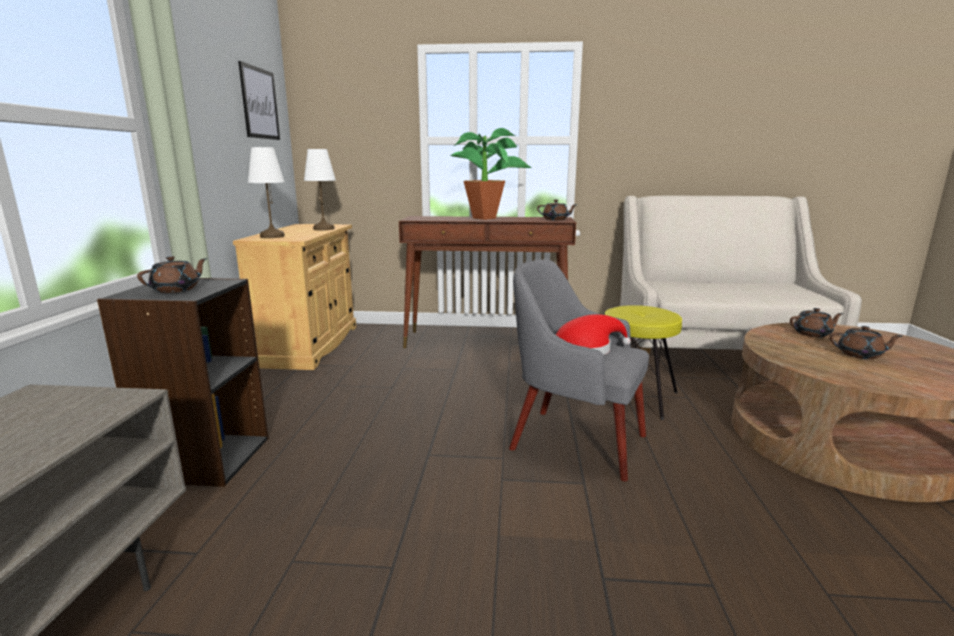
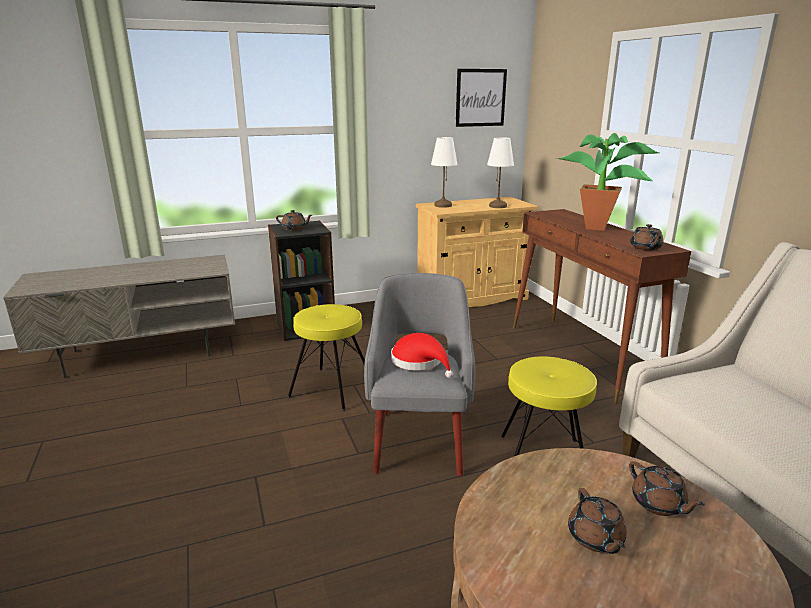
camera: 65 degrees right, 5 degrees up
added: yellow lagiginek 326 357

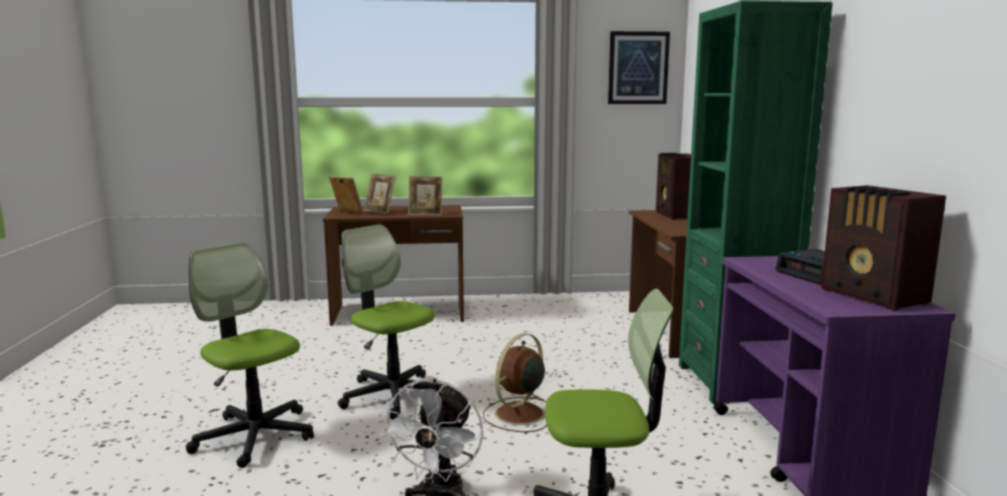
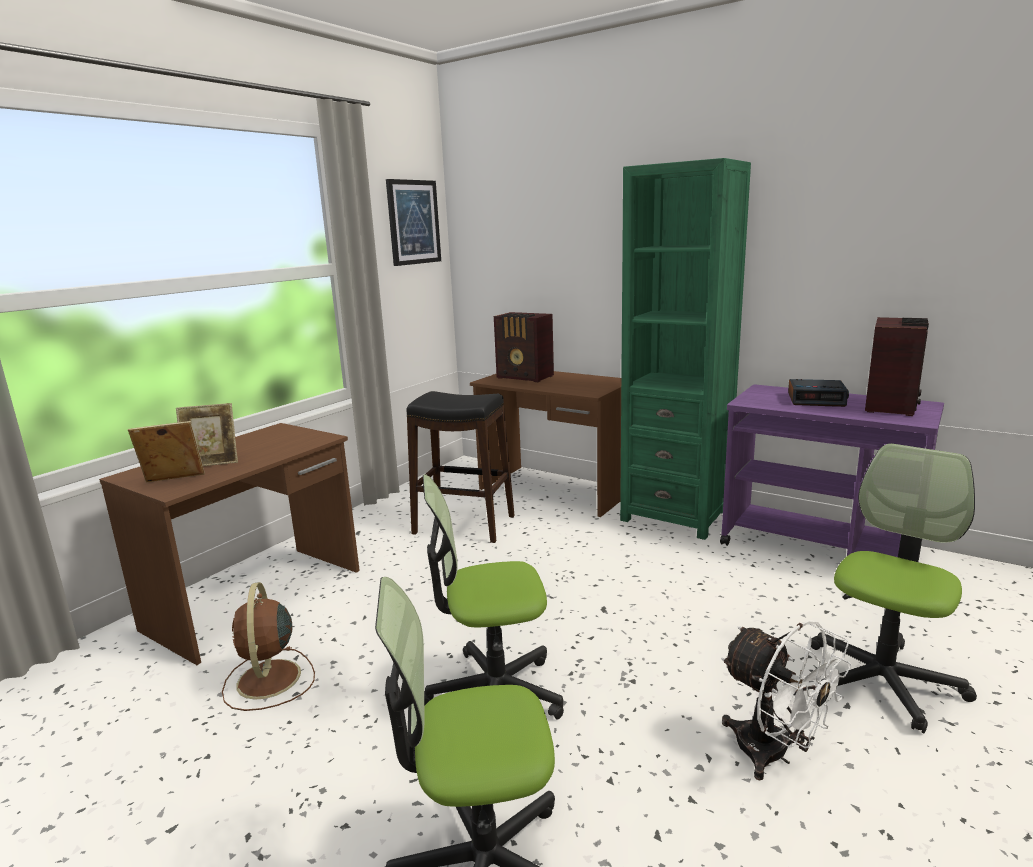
camera: 50 degrees left, 5 degrees up
removed: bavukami 425 196
added: black lagiginek 460 467
moved: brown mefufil 515 382 to 268 646
turned: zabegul 883 248 = 897 366 75 degrees counterclockwise

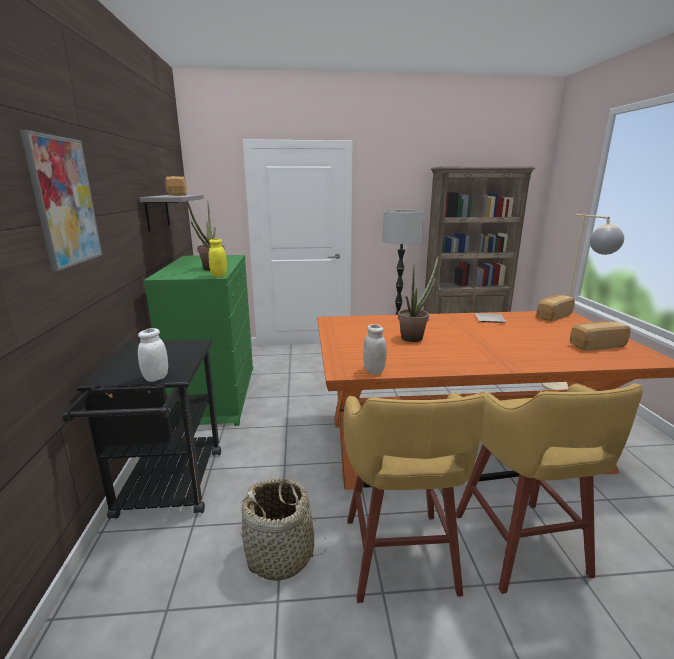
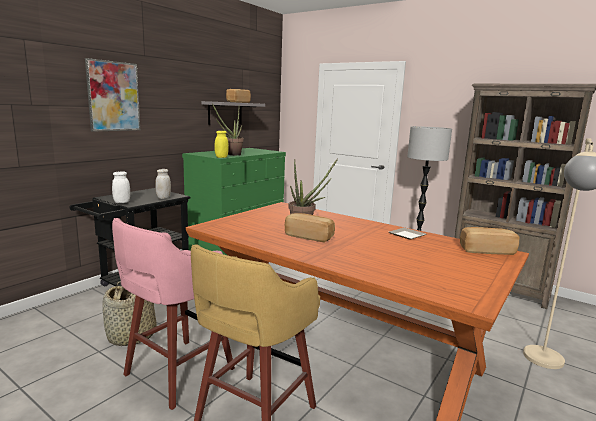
camera: 40 degrees right, 5 degrees down
moved: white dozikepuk 375 349 to 163 184; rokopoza 600 336 to 310 227
recoloured: yellow lagiginek 414 497 to pink lagiginek 173 314

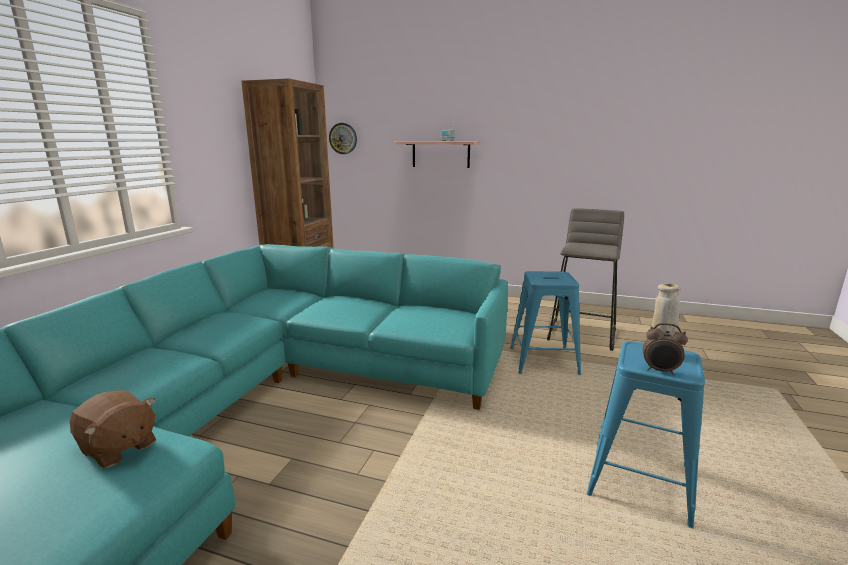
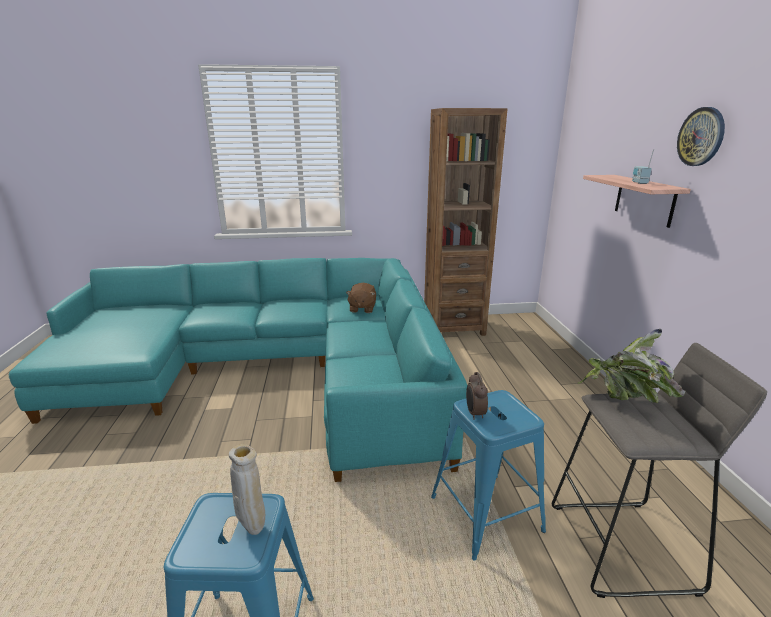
camera: 65 degrees right, 5 degrees up
added: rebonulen 631 366
moved: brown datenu 113 429 to 361 298; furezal 343 138 to 701 136; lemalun 665 349 to 477 396

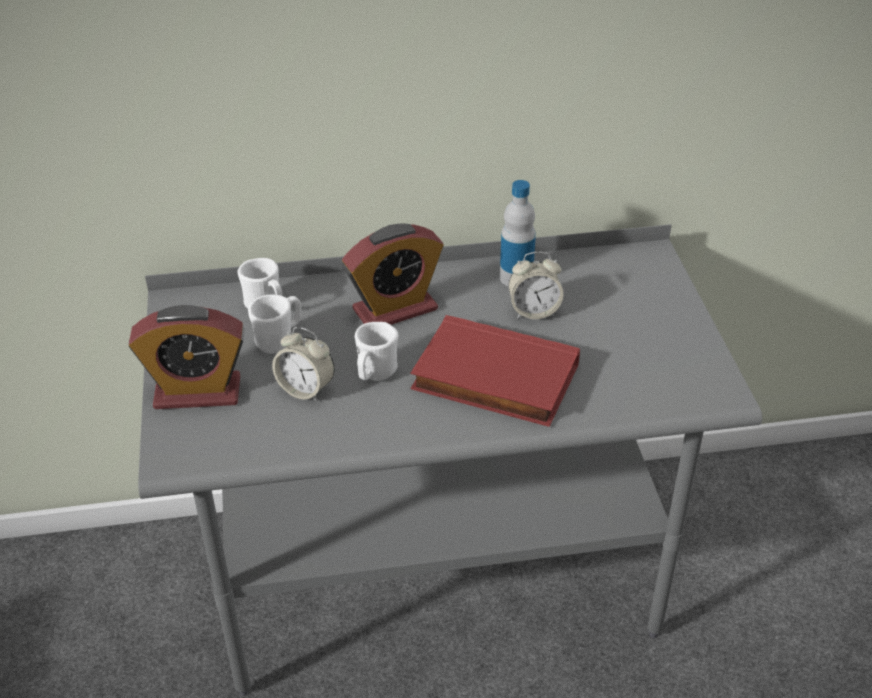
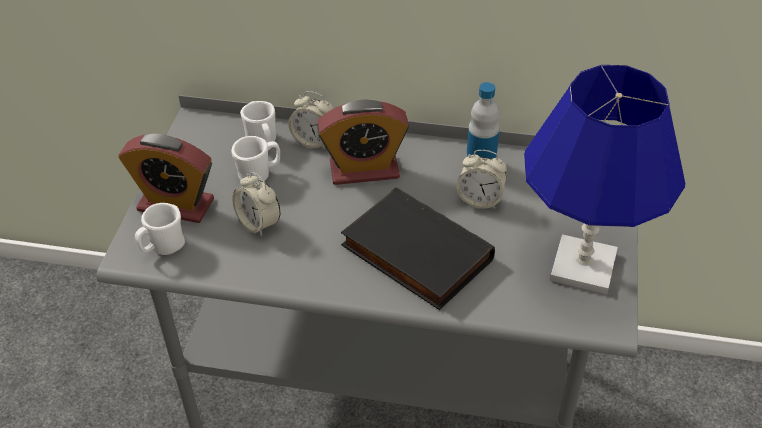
camera: 20 degrees right, 5 degrees up
added: lemalun 311 120; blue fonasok 604 179
moved: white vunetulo 376 351 to 160 229
recoloured: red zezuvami 495 371 to black zezuvami 418 248

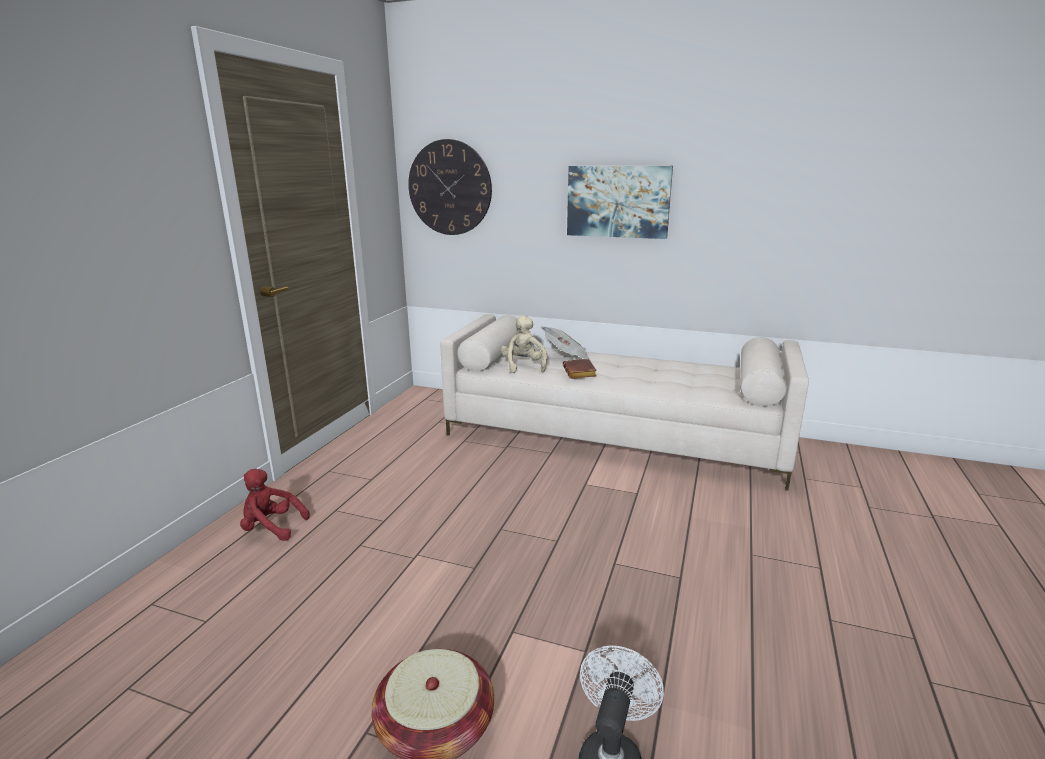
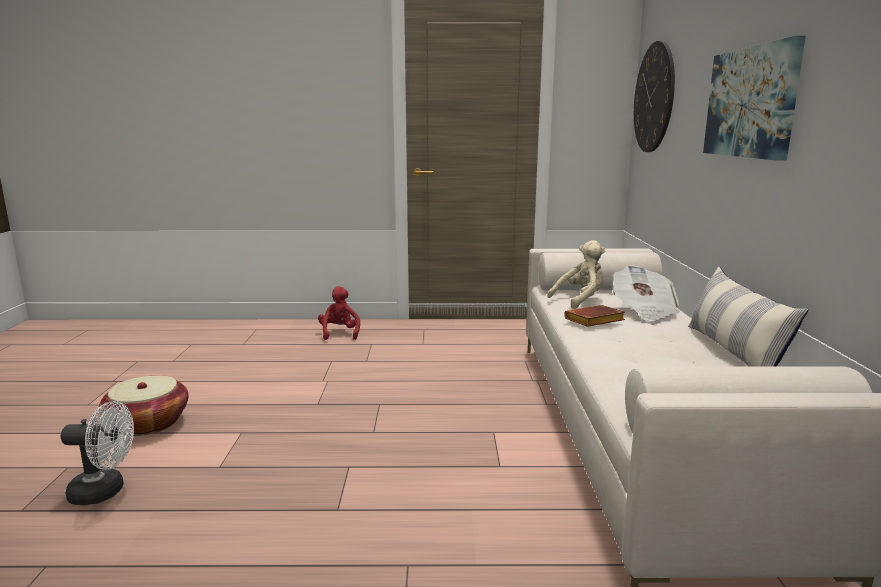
camera: 70 degrees right, 5 degrees down
added: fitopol 748 317

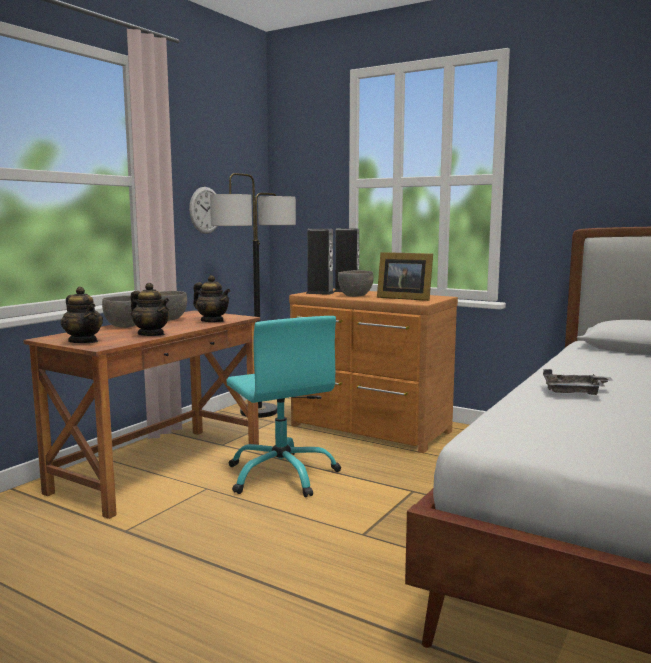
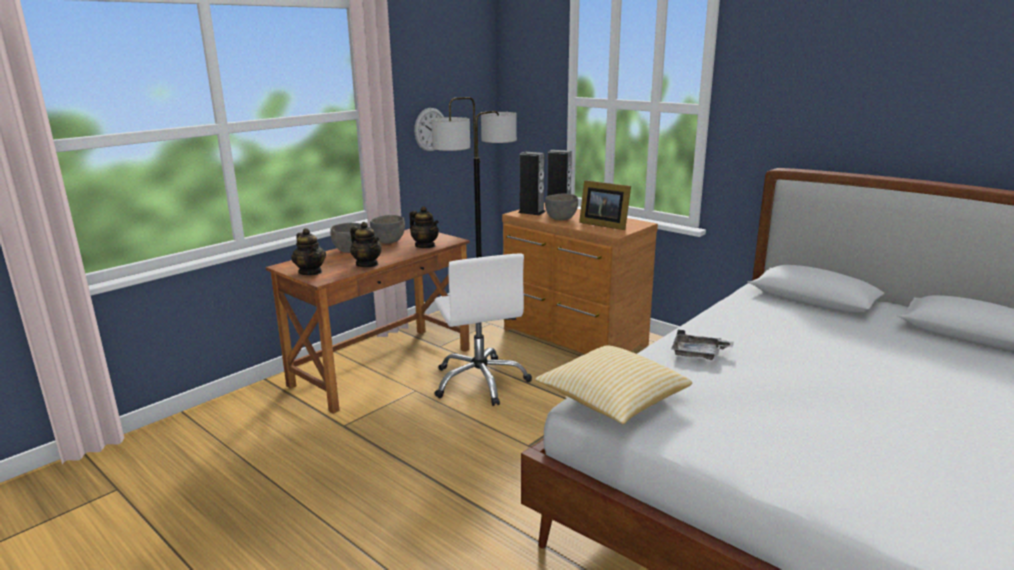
camera: 10 degrees right, 10 degrees up
added: fitopol 613 384
recoloured: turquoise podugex 283 407 to white podugex 483 329

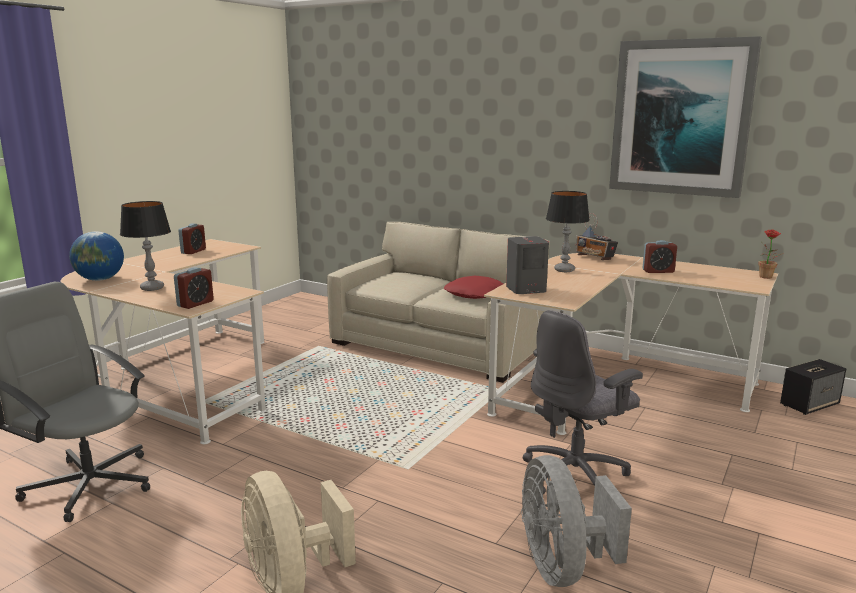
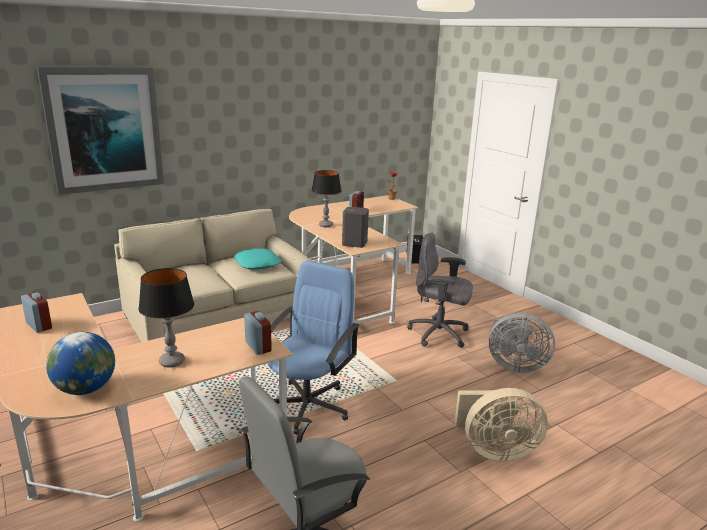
camera: 65 degrees left, 5 degrees up
removed: zabegul 597 236
added: blue podugex 313 347
moved: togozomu 685 117 to 100 131
recoloured: red fitopol 473 287 to turquoise fitopol 257 259
turned: grey podugex 583 402 = 440 290 120 degrees clockwise

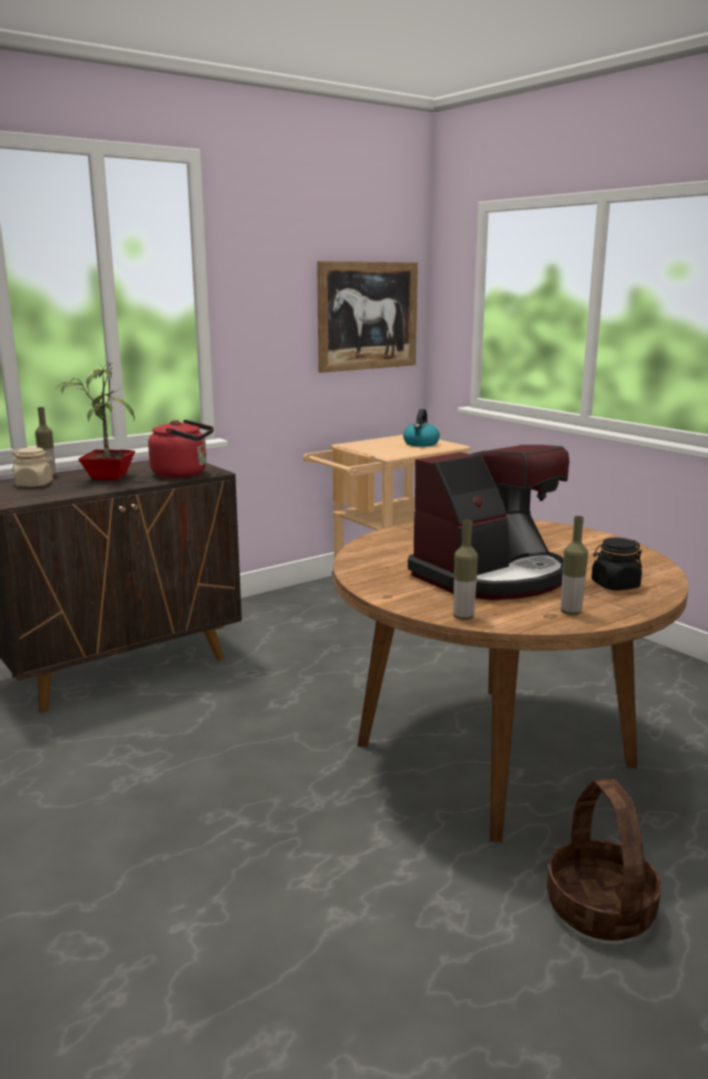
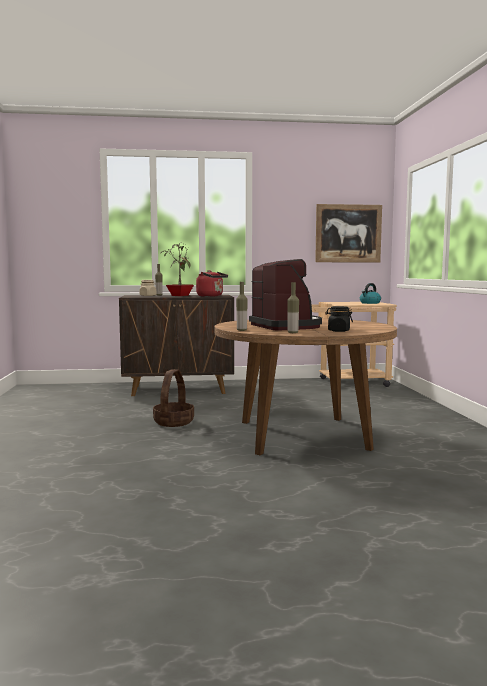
camera: 30 degrees right, 10 degrees down
moved: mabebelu 604 860 to 173 398
turned: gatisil 488 522 = 285 295 105 degrees counterclockwise

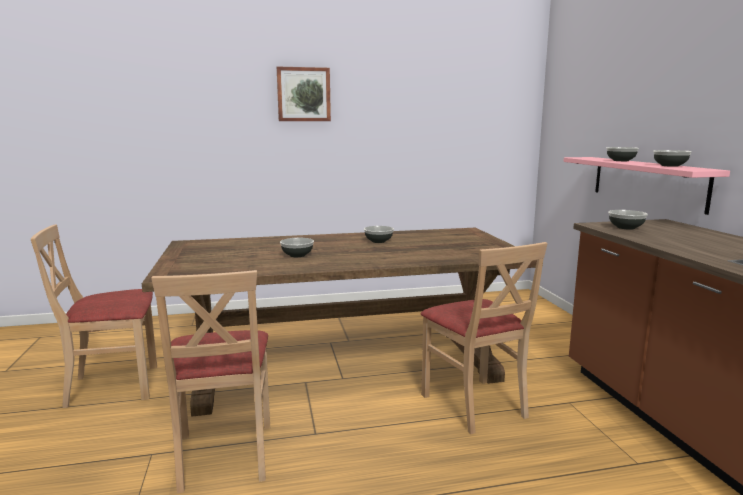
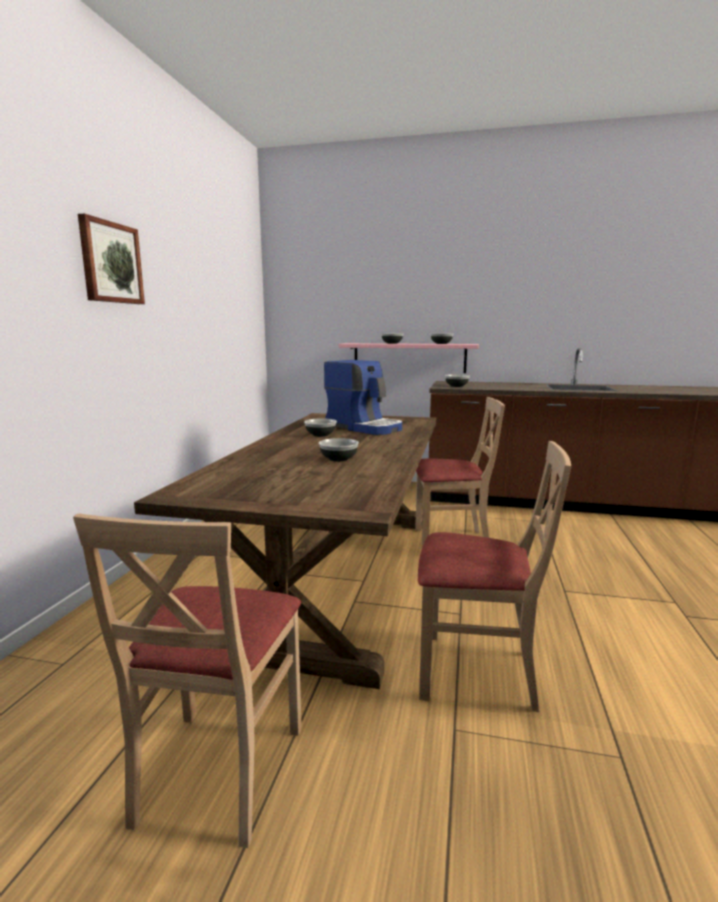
camera: 65 degrees left, 0 degrees up
added: gatisil 363 397

